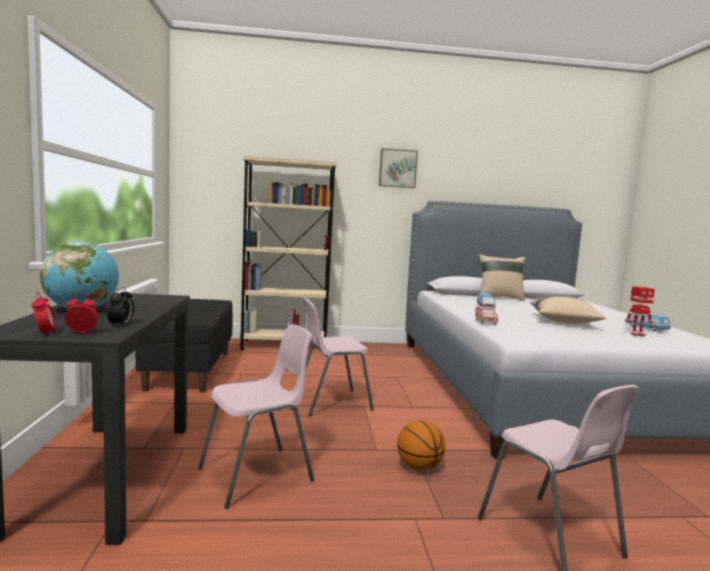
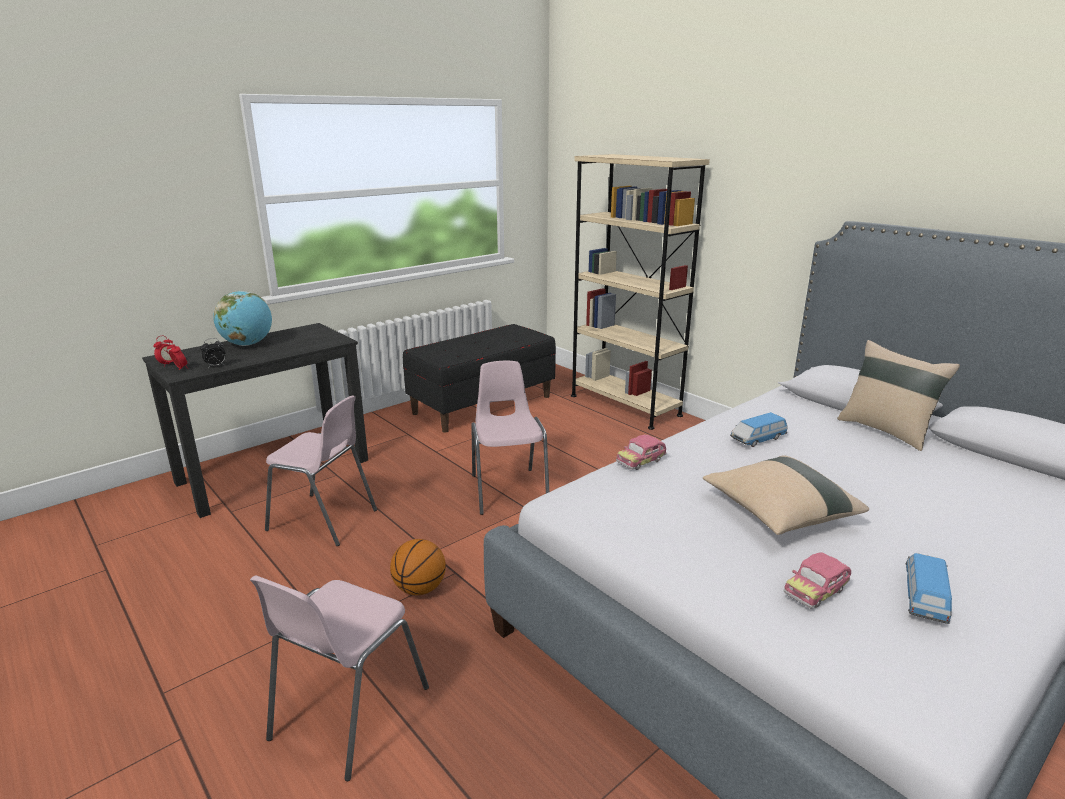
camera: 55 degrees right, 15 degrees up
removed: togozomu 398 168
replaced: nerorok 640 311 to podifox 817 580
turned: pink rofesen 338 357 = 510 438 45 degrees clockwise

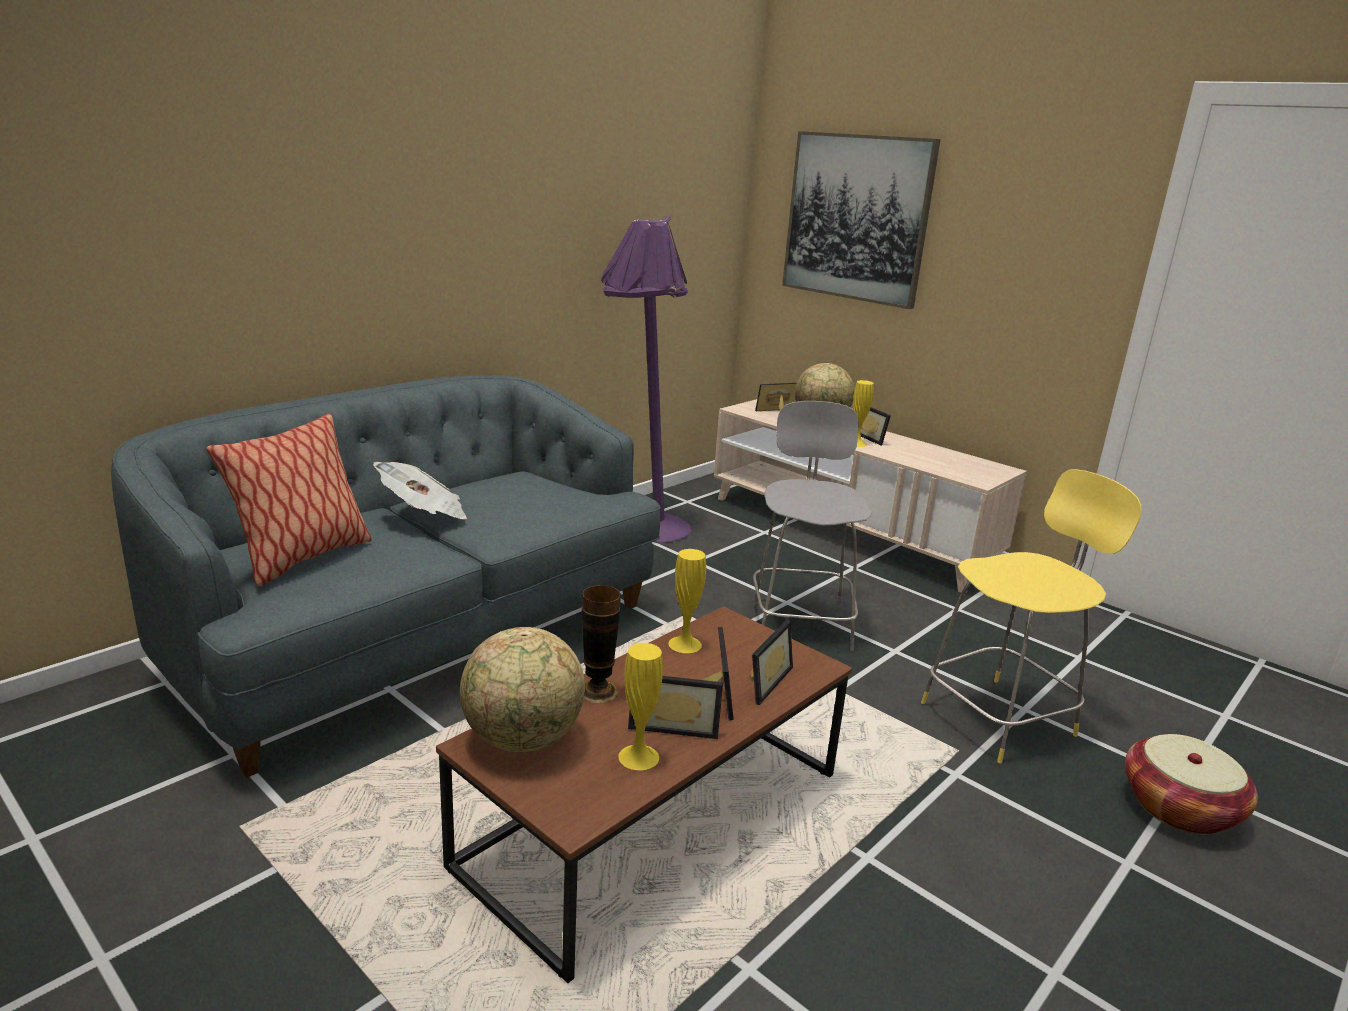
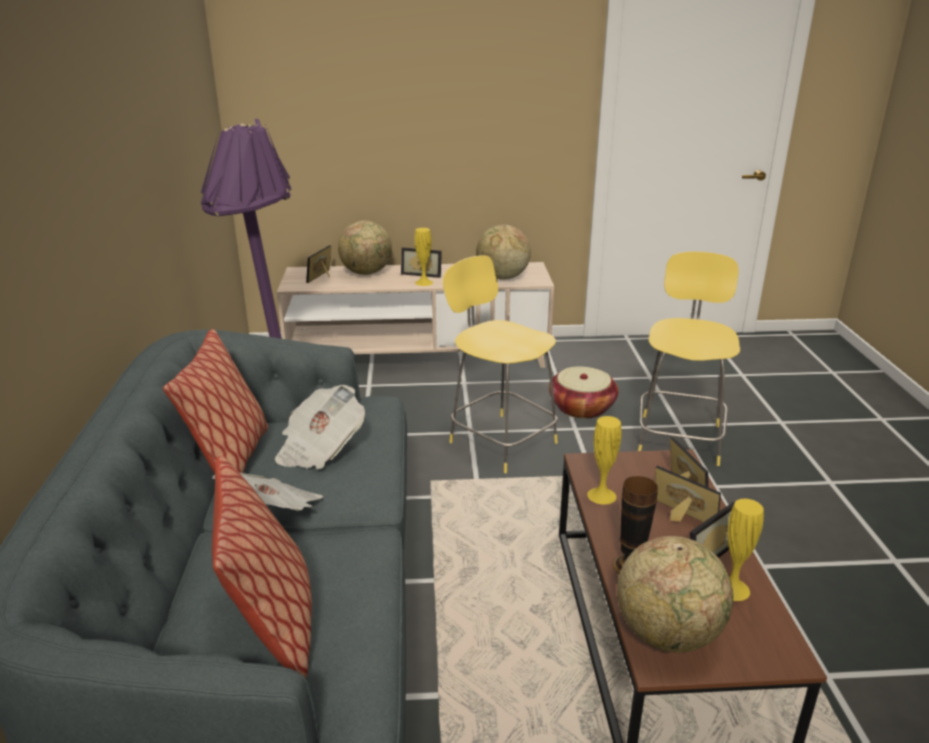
camera: 45 degrees left, 5 degrees up
removed: togozomu 861 220
added: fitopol 215 401; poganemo 320 427; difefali 503 252
moved: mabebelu 1191 784 to 583 393
recoloured: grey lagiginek 812 526 to yellow lagiginek 500 364

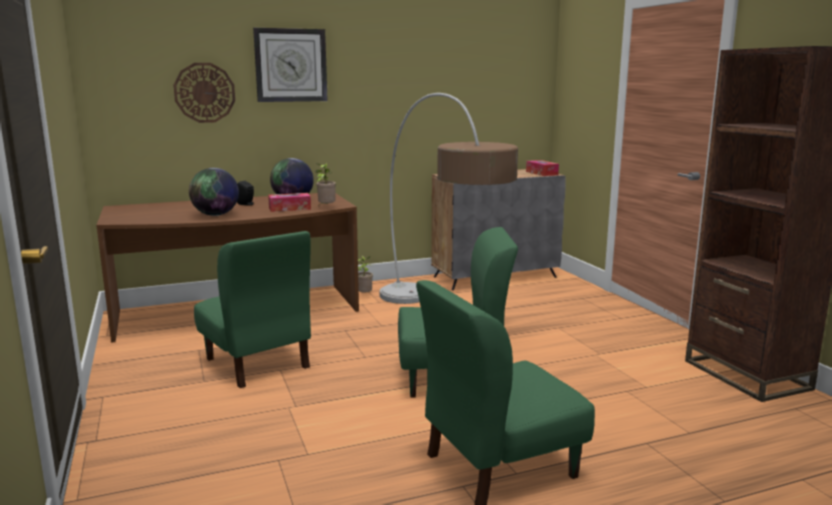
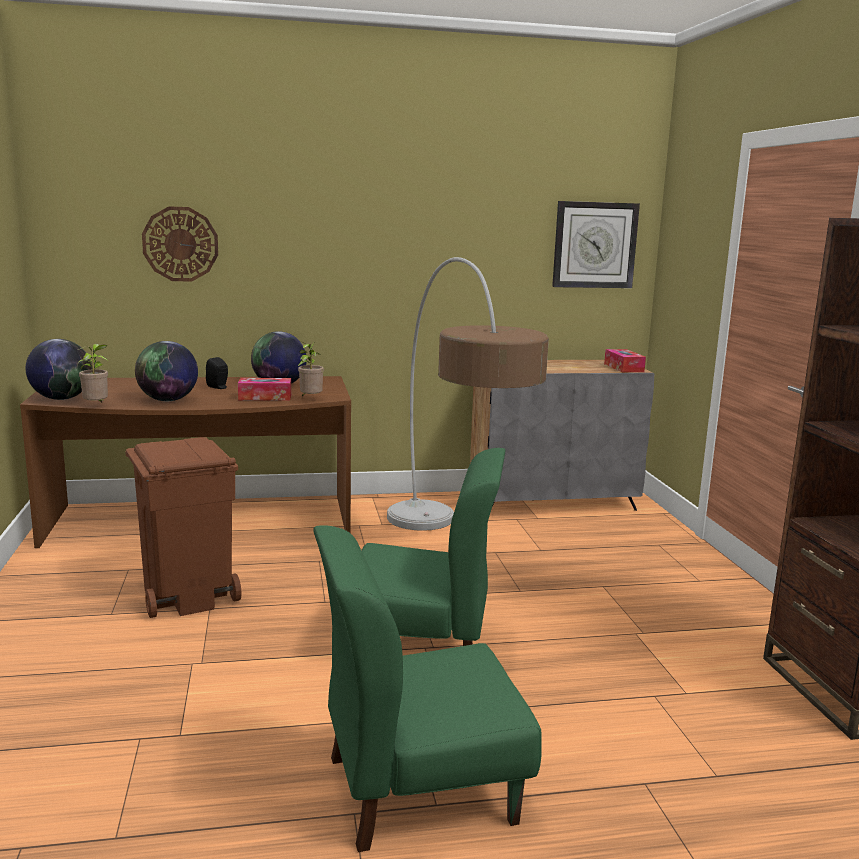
camera: 10 degrees right, 0 degrees up
added: difefali 59 369
moved: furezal 290 65 to 596 244; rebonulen 365 274 to 93 373
replaced: green rofesen 252 309 to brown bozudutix 183 527

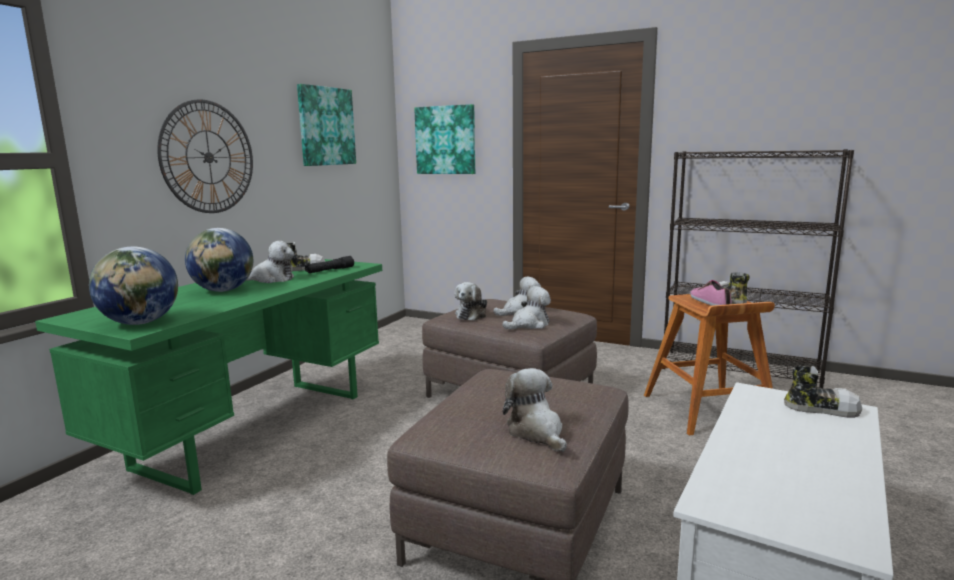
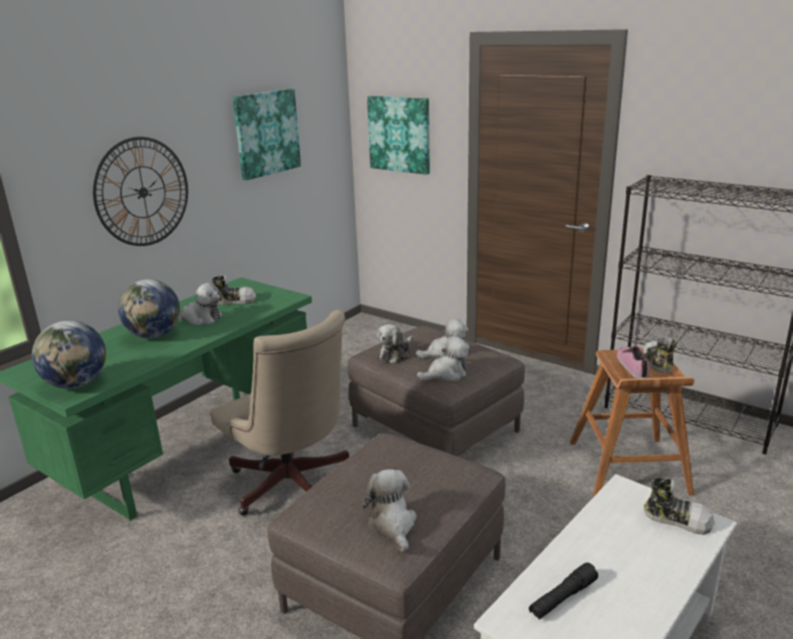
camera: 10 degrees right, 10 degrees up
added: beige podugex 279 413
moved: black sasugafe 329 264 to 563 590

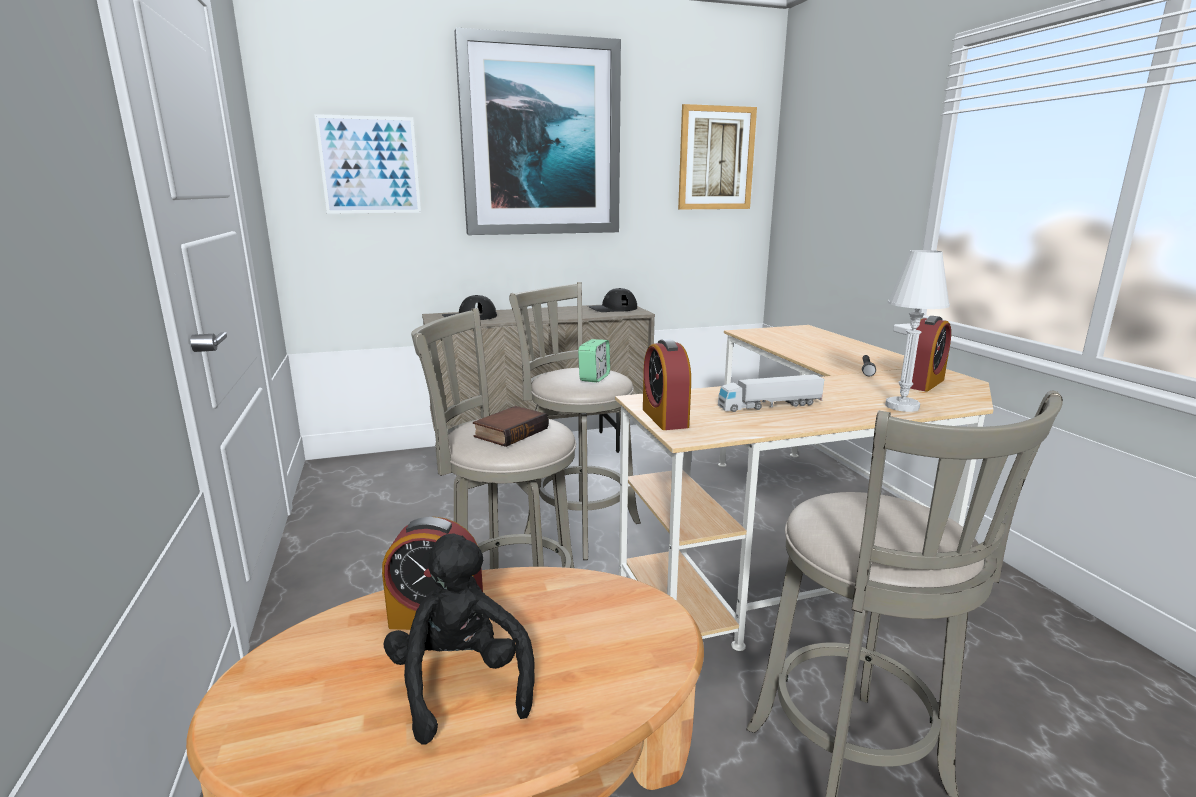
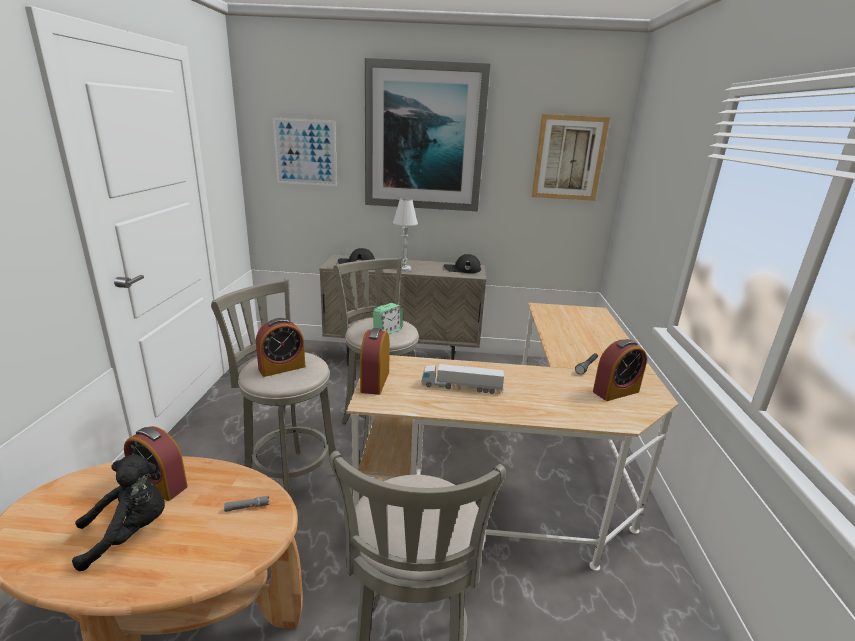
camera: 20 degrees right, 5 degrees up
added: grey sasugafe 247 504
moved: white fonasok 917 331 to 405 235
replaced: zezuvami 511 426 to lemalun 280 347
turned: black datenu 459 639 = 118 512 60 degrees clockwise

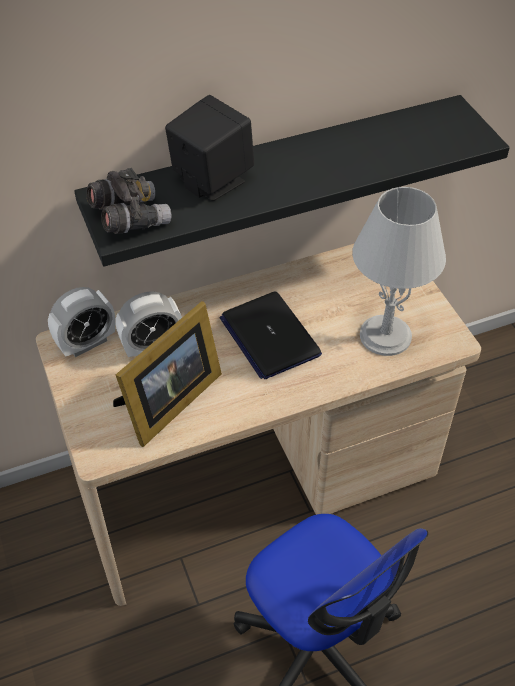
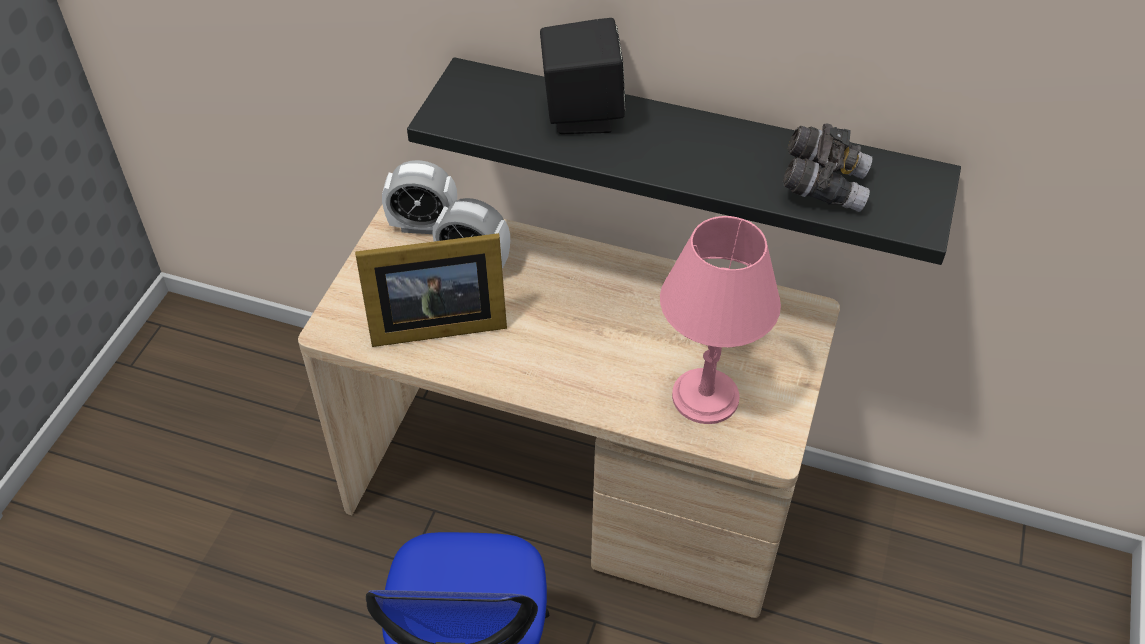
camera: 40 degrees right, 0 degrees up
removed: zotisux 270 335
moved: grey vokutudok 128 201 to 828 167
recoloured: grey fonasok 399 271 to pink fonasok 720 320

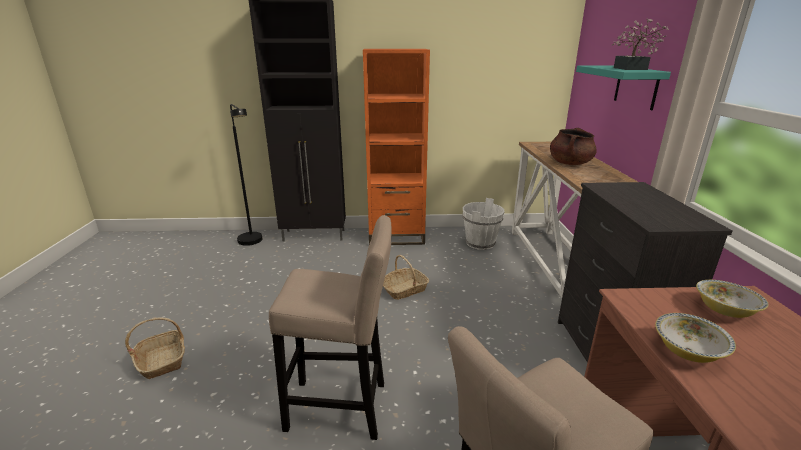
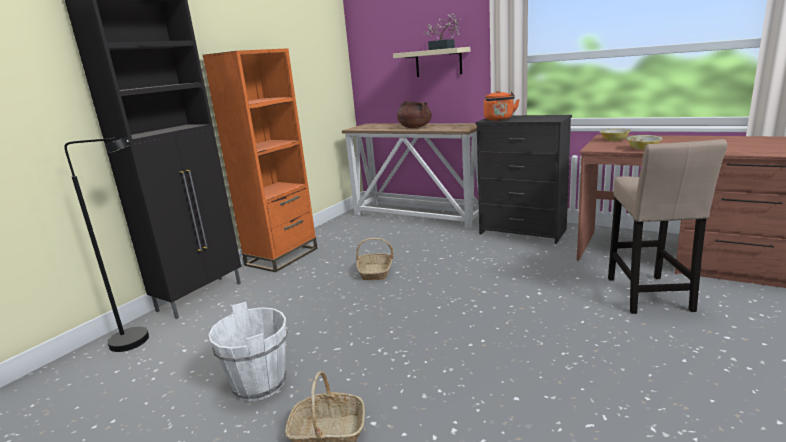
camera: 55 degrees left, 5 degrees down
removed: beige lagiginek 330 327
added: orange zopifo 502 105
moved: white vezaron 483 224 to 248 351
recoloured: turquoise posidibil 623 88 to beige posidibil 431 62

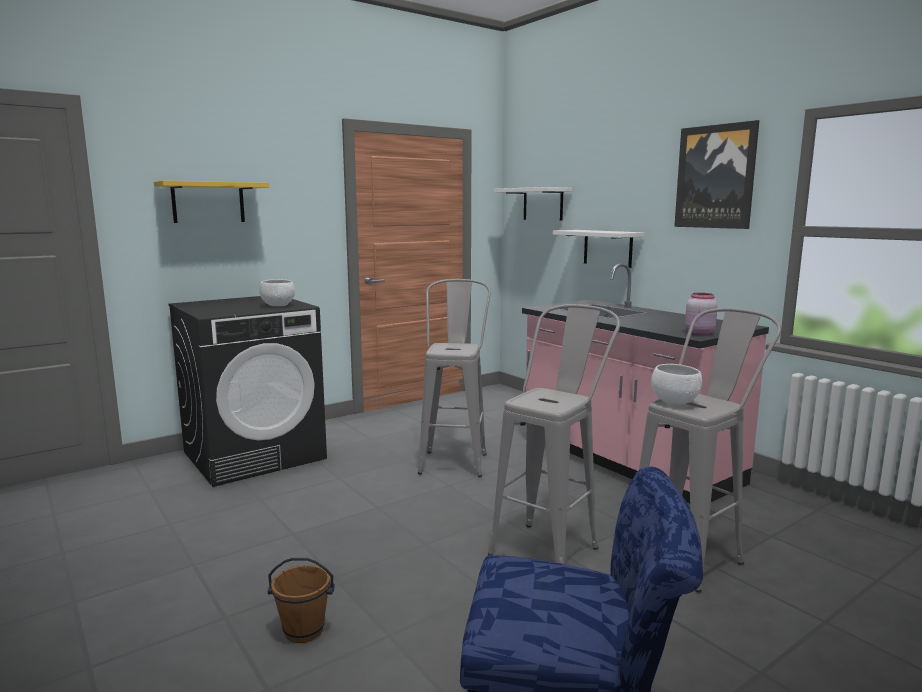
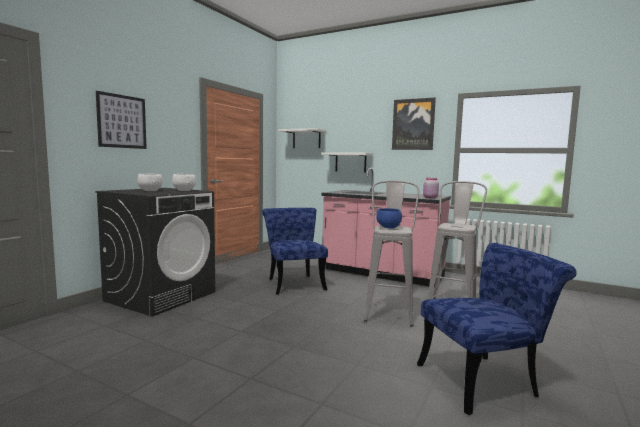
camera: 25 degrees left, 5 degrees down
removed: brown vezaron 301 600
added: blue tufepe 389 218
moved: white tufepe 676 384 to 150 182
replaced: yellow posidibil 211 201 to togozomu 121 120; grey lagiginek 454 378 to blue rofesen 295 251

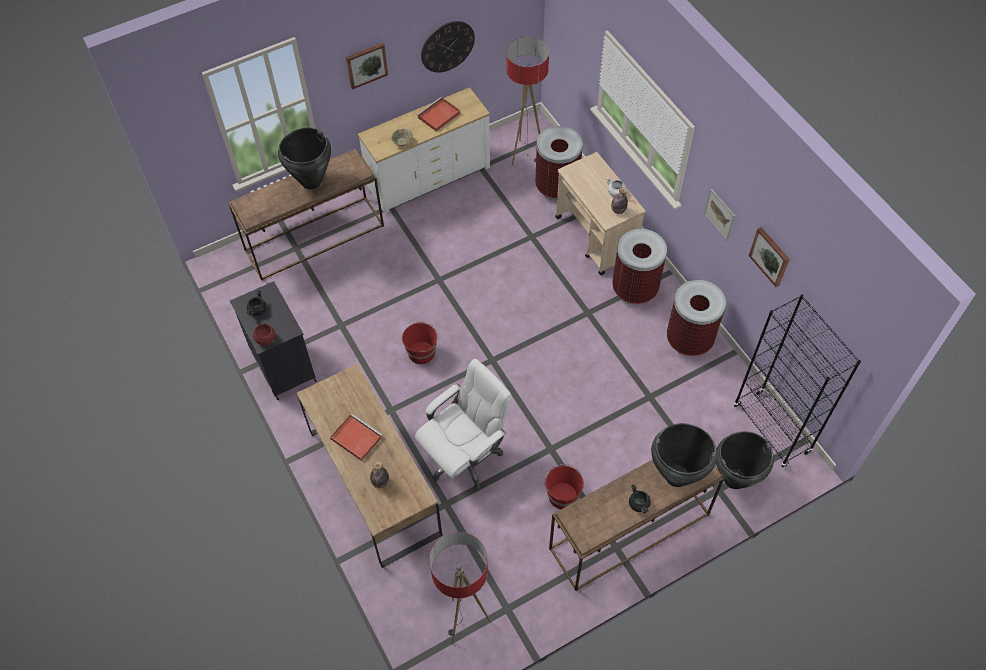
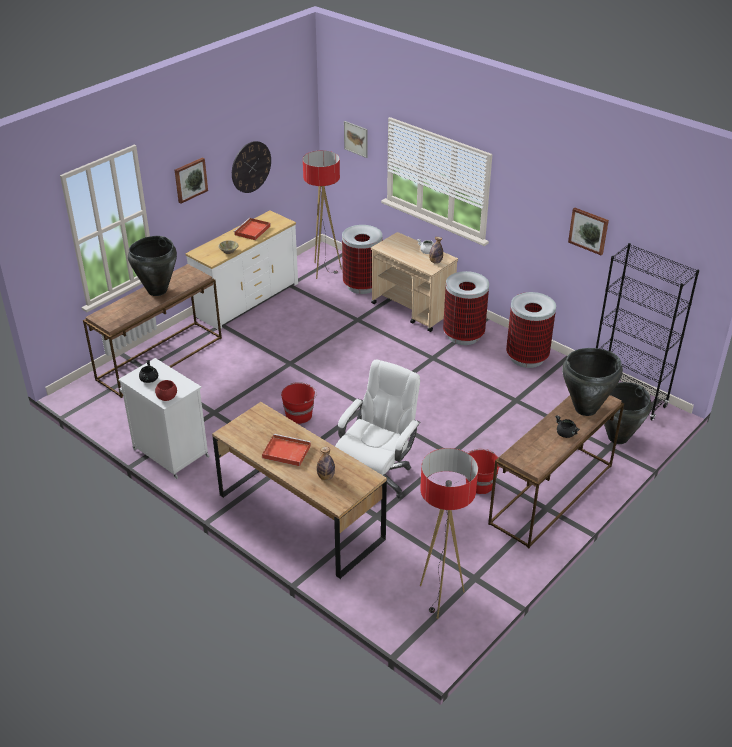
camera: 20 degrees left, 20 degrees down
moved: togozomu 719 214 to 356 139
recoloured: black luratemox 273 340 to white luratemox 163 418

